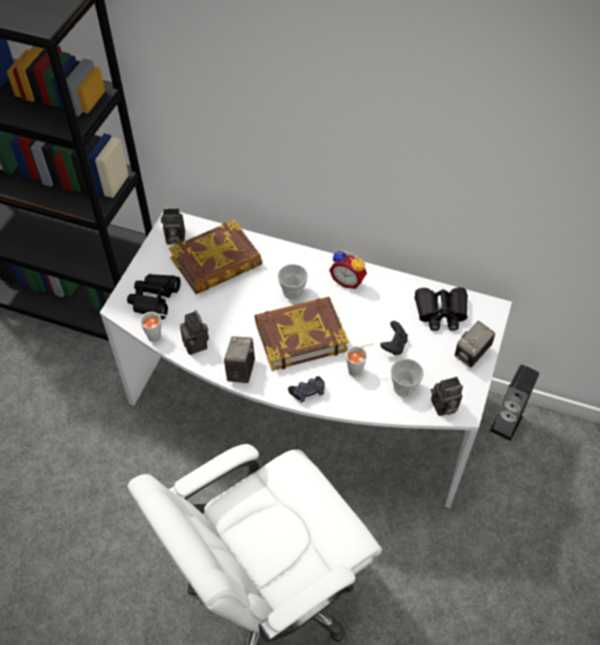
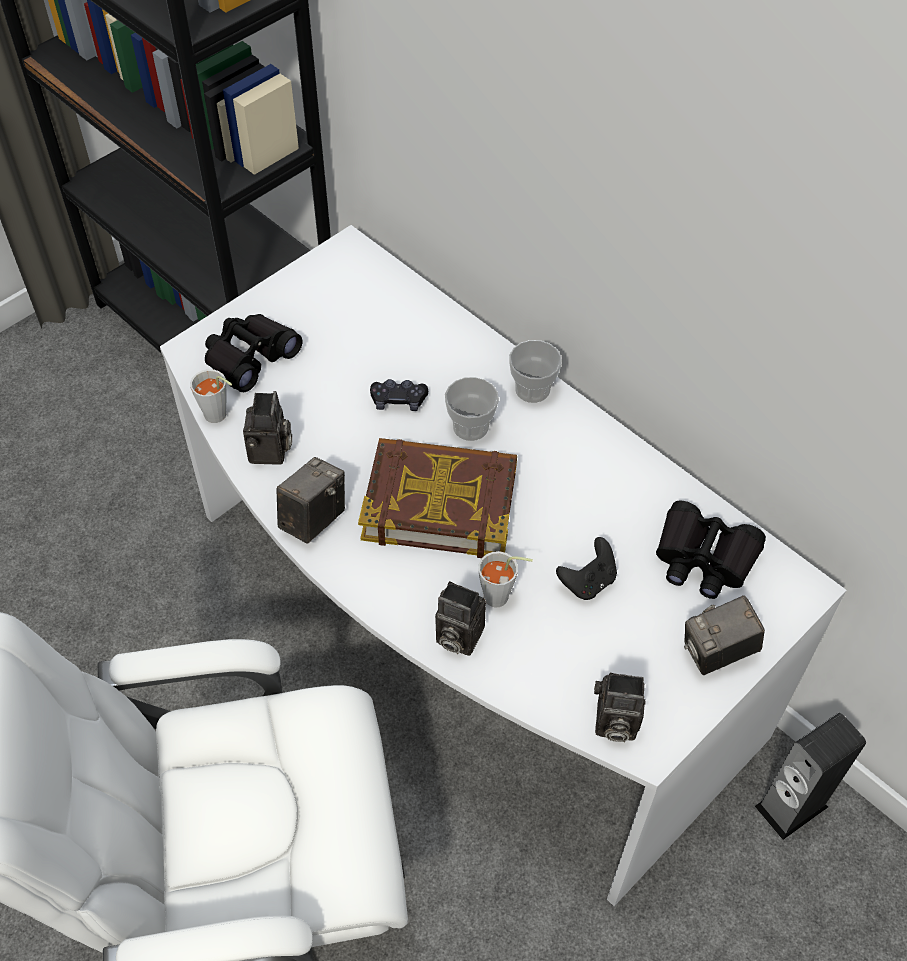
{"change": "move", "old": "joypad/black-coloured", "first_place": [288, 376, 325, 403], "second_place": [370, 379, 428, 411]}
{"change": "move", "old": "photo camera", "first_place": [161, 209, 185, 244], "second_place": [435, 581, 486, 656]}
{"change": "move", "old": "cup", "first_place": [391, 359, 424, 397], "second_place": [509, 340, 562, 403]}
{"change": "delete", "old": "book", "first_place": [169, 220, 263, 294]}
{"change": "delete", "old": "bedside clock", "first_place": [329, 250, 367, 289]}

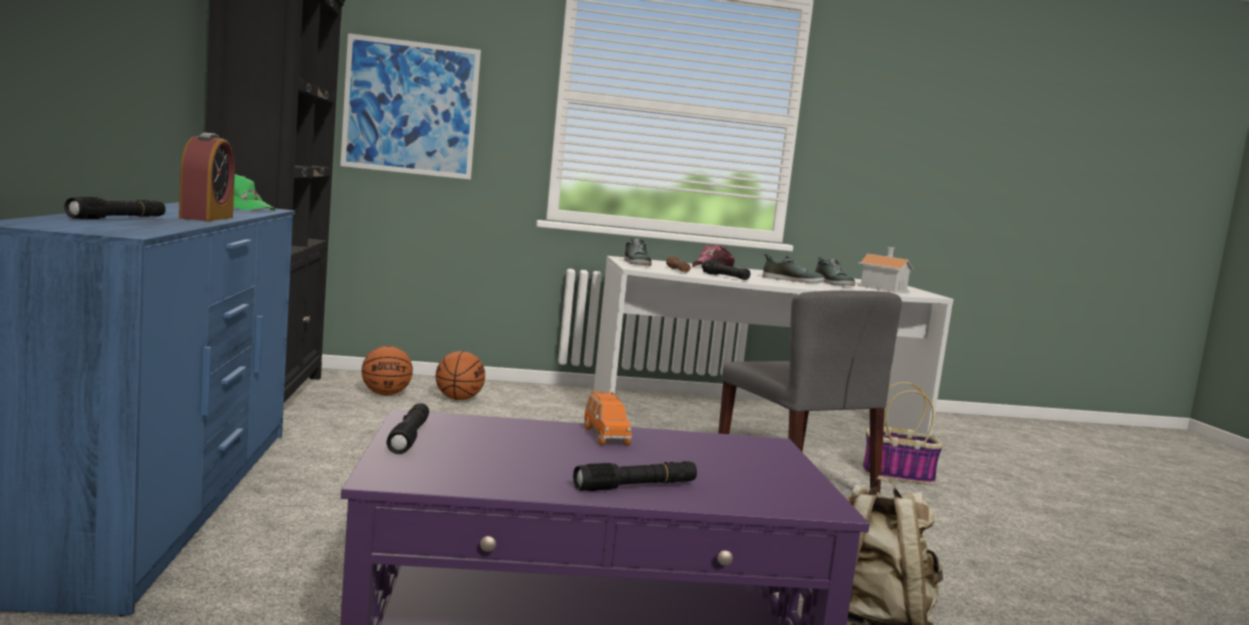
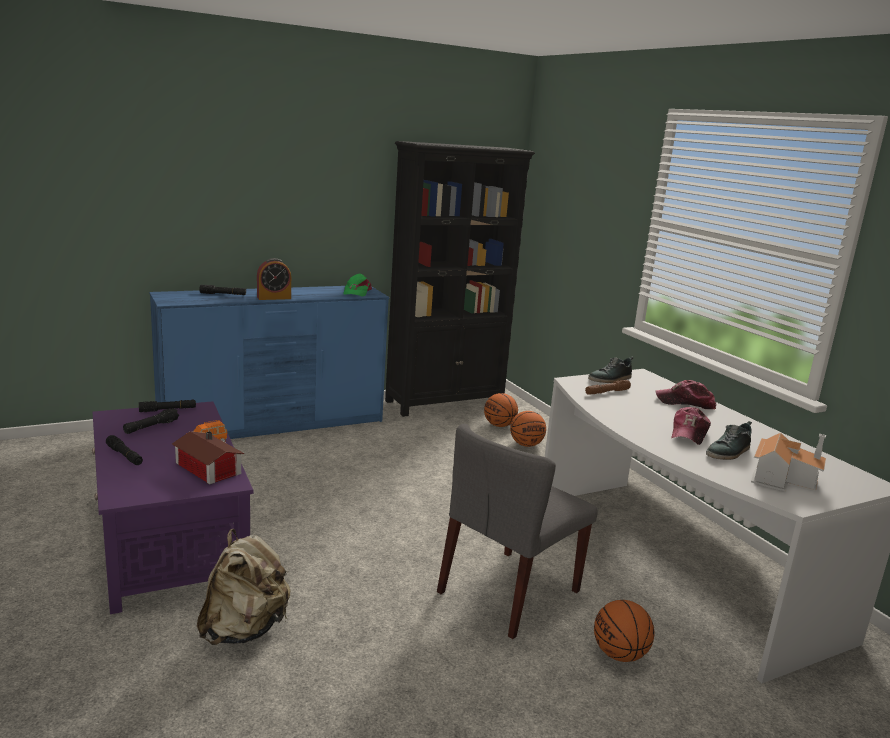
{"change": "move", "old": "hand torch/black-coloured", "first_place": [702, 260, 750, 280], "second_place": [123, 408, 179, 434]}
{"change": "insert", "new": "toy house", "second_place": [172, 431, 245, 484]}
{"change": "replace", "old": "household basket", "new": "basketball", "first_place": [863, 382, 943, 485], "second_place": [594, 600, 654, 662]}
{"change": "replace", "old": "low shoe", "new": "cap", "first_place": [763, 253, 825, 283], "second_place": [671, 407, 711, 445]}
{"change": "delete", "old": "picture", "first_place": [340, 33, 481, 180]}

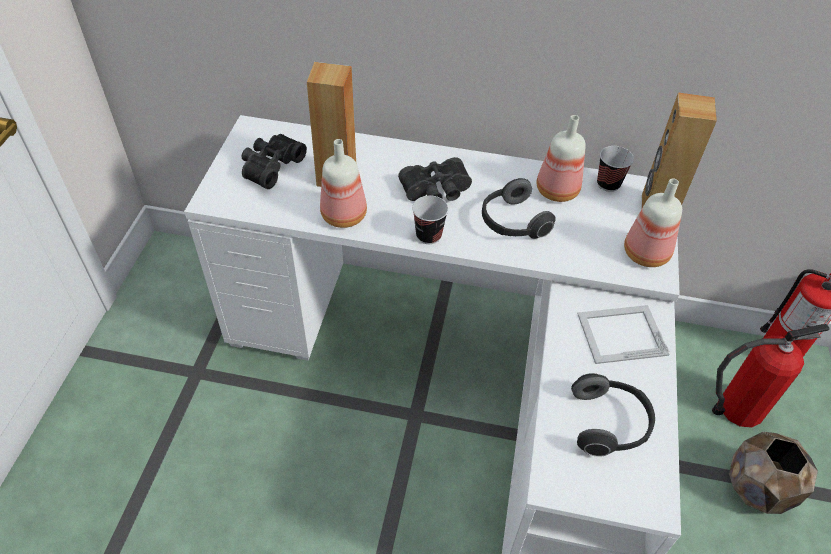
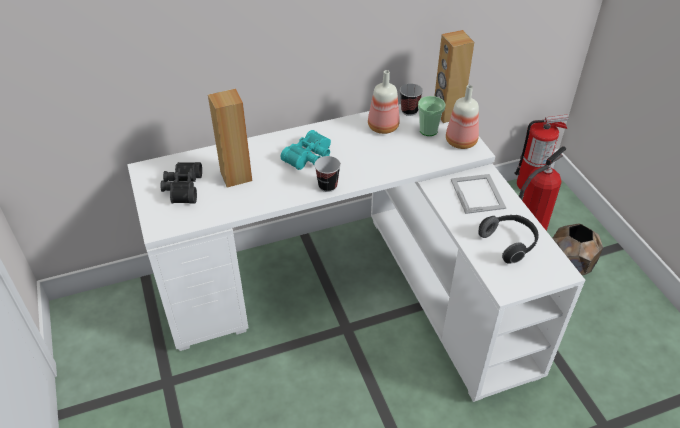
{"change": "recolor", "old": "binoculars/black-coloured", "new": "binoculars/turquoise", "first_place": [398, 157, 472, 201], "second_place": [281, 130, 331, 170]}
{"change": "insert", "new": "cup", "second_place": [418, 96, 445, 136]}
{"change": "rotate", "old": "photo frame", "first_place": [577, 305, 670, 364], "second_place": [451, 174, 506, 214], "degrees": 120}
{"change": "delete", "old": "beverage bottle", "first_place": [320, 139, 367, 228]}
{"change": "delete", "old": "headset", "first_place": [482, 178, 556, 239]}

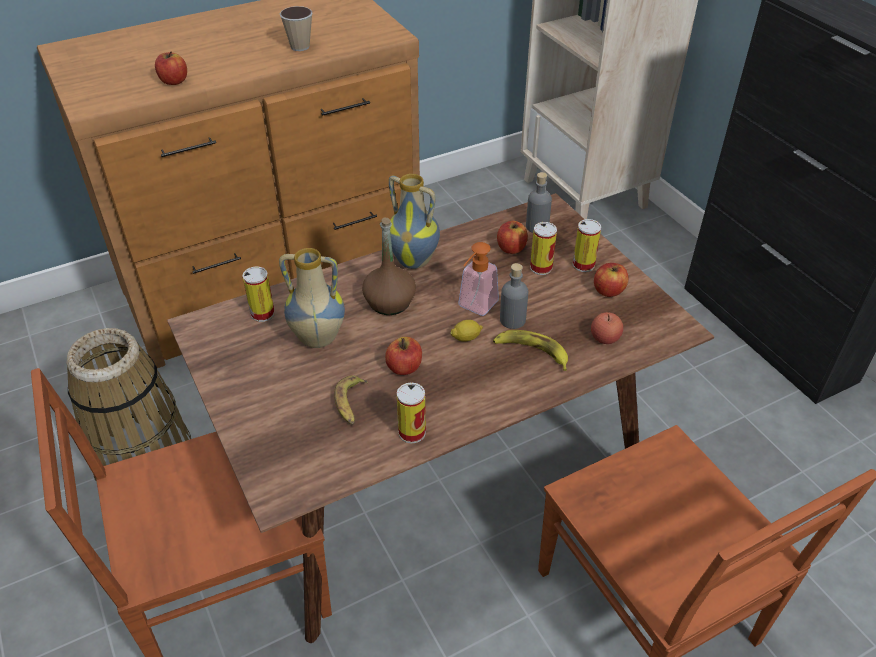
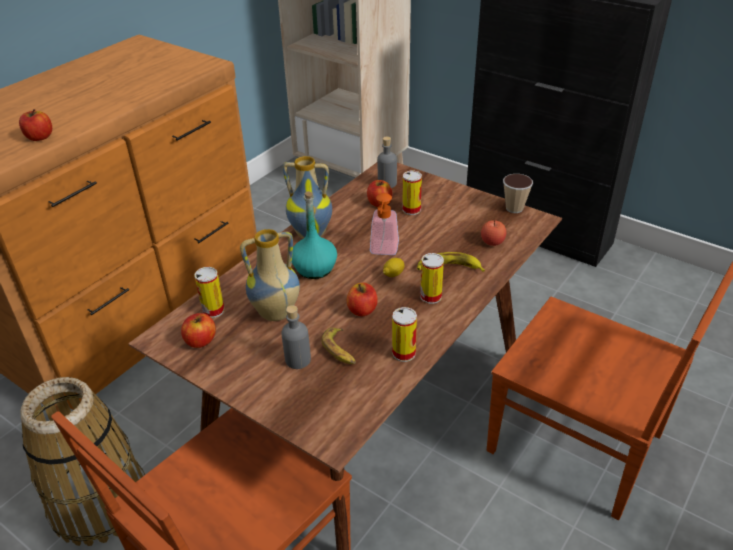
{"change": "move", "old": "apple fruit", "first_place": [594, 263, 628, 297], "second_place": [181, 313, 216, 348]}
{"change": "move", "old": "beverage bottle/greyish", "first_place": [500, 263, 528, 329], "second_place": [281, 305, 311, 369]}
{"change": "recolor", "old": "beverage bottle/brown-coloured", "new": "beverage bottle/turquoise", "first_place": [362, 217, 416, 315], "second_place": [292, 191, 337, 279]}
{"change": "move", "old": "metal can", "first_place": [573, 219, 601, 272], "second_place": [420, 253, 444, 304]}
{"change": "move", "old": "cup", "first_place": [280, 6, 312, 51], "second_place": [503, 174, 533, 213]}

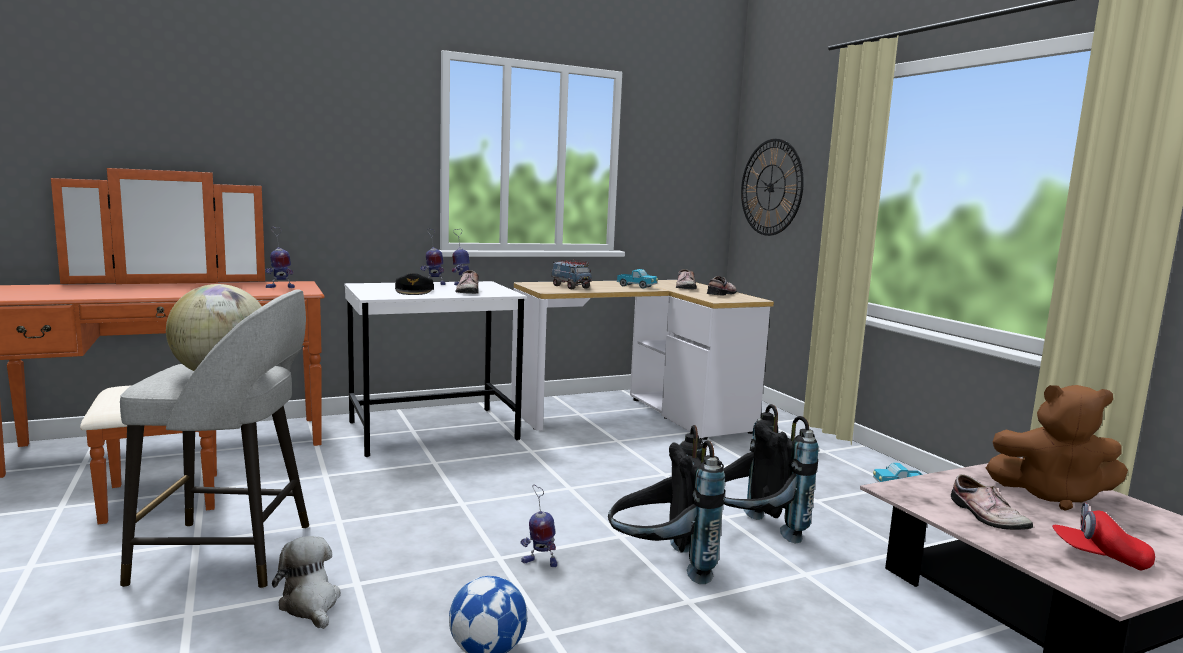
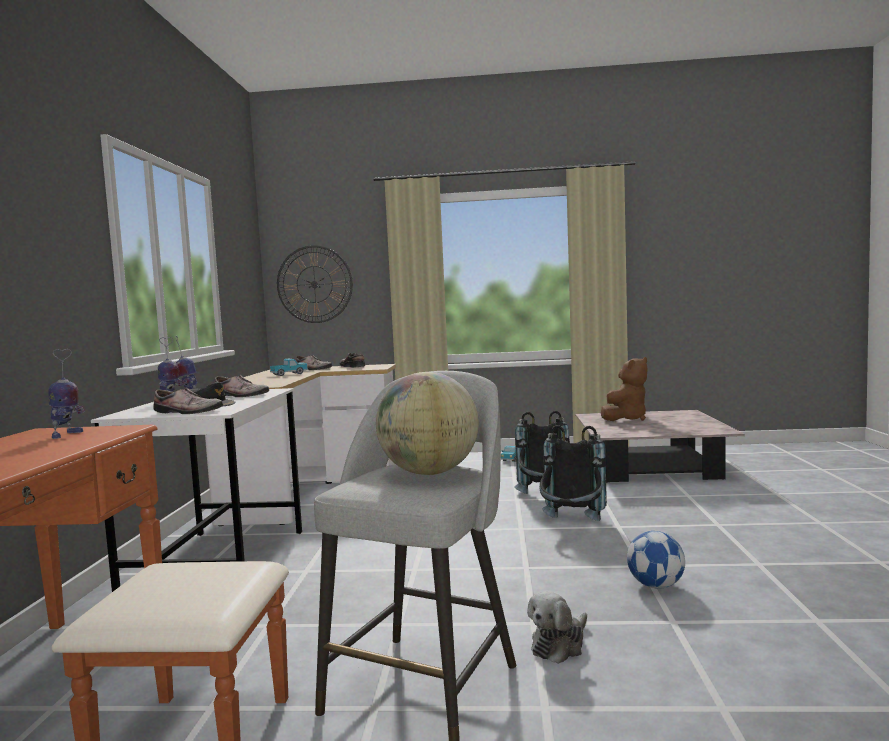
{"change": "move", "old": "low shoe", "first_place": [951, 474, 1033, 530], "second_place": [153, 388, 223, 414]}
{"change": "rotate", "old": "soft toy", "first_place": [272, 536, 341, 629], "second_place": [527, 592, 587, 664], "degrees": -45}
{"change": "delete", "old": "toy robot", "first_place": [520, 485, 557, 567]}
{"change": "delete", "old": "toy truck", "first_place": [551, 260, 592, 289]}
{"change": "delete", "old": "cap/red-coloured", "first_place": [1052, 503, 1155, 571]}

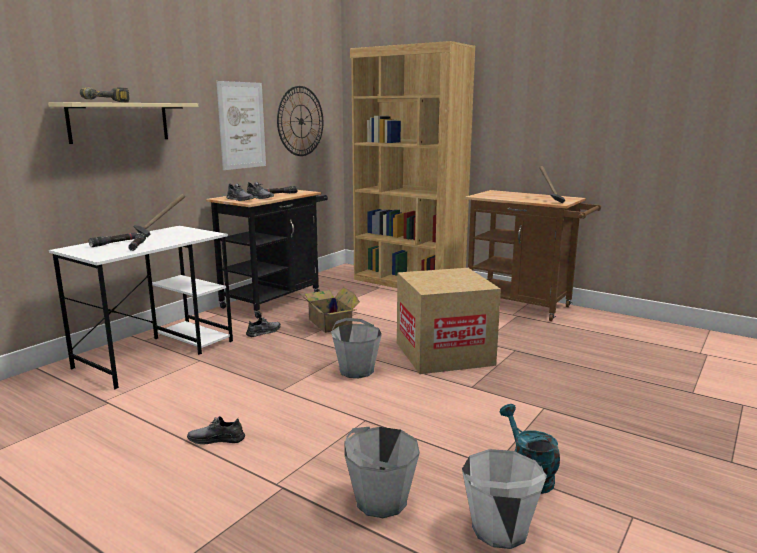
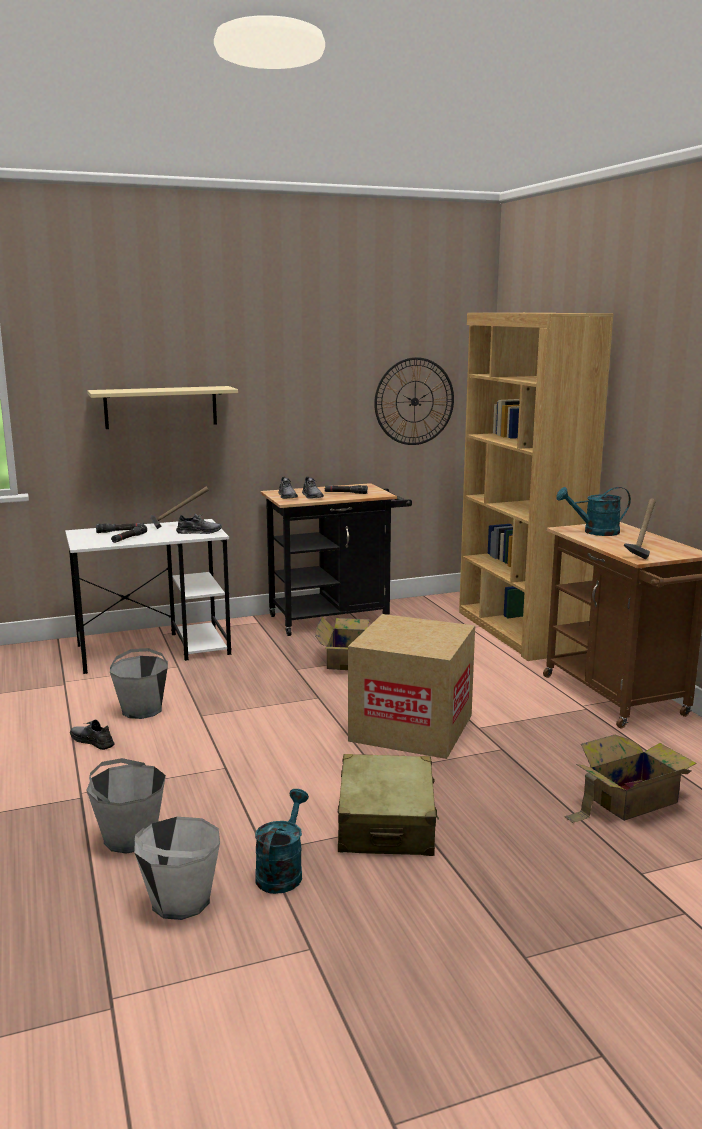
{"change": "move", "old": "bucket/greyish", "first_place": [331, 318, 382, 378], "second_place": [110, 648, 168, 719]}
{"change": "move", "old": "low shoe/greyish", "first_place": [246, 317, 281, 337], "second_place": [176, 513, 222, 534]}
{"change": "insert", "new": "travel case/sand-coloured", "second_place": [338, 754, 439, 856]}
{"change": "insert", "new": "sprinkling can/turquoise", "second_place": [556, 487, 631, 536]}
{"change": "insert", "new": "carton", "second_place": [564, 735, 697, 823]}
{"change": "delete", "old": "drill", "first_place": [80, 87, 129, 102]}
{"change": "delete", "old": "picture", "first_place": [216, 81, 266, 170]}

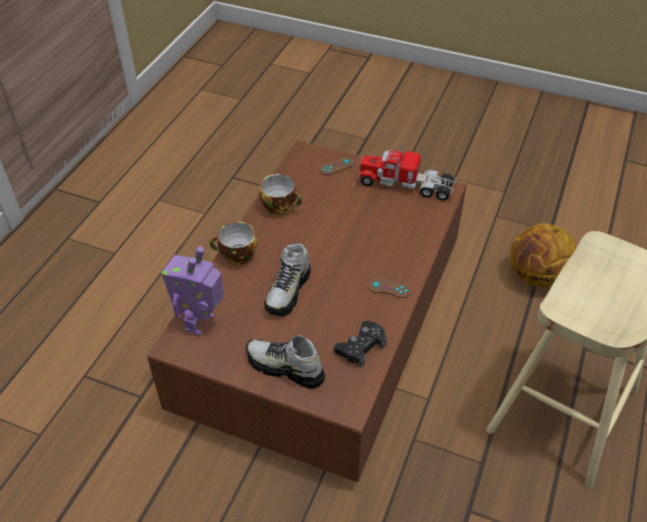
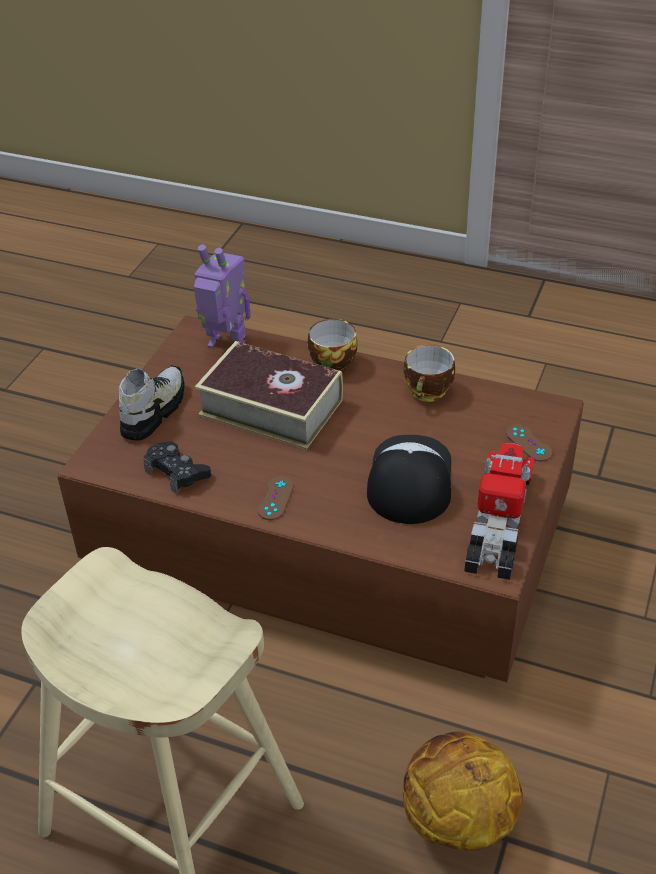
{"change": "replace", "old": "low shoe", "new": "book", "first_place": [264, 243, 311, 316], "second_place": [195, 341, 343, 450]}
{"change": "insert", "new": "cap", "second_place": [367, 435, 451, 524]}

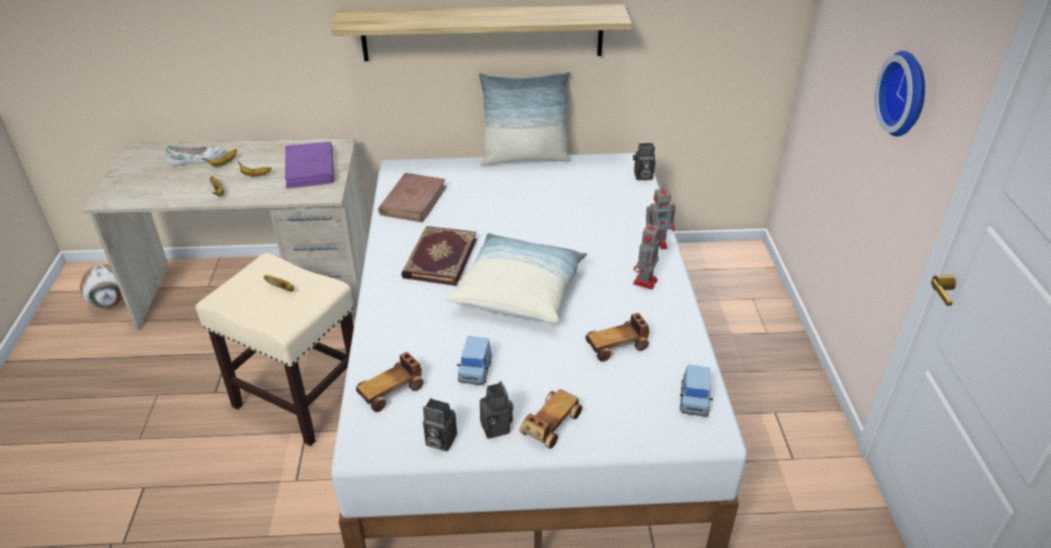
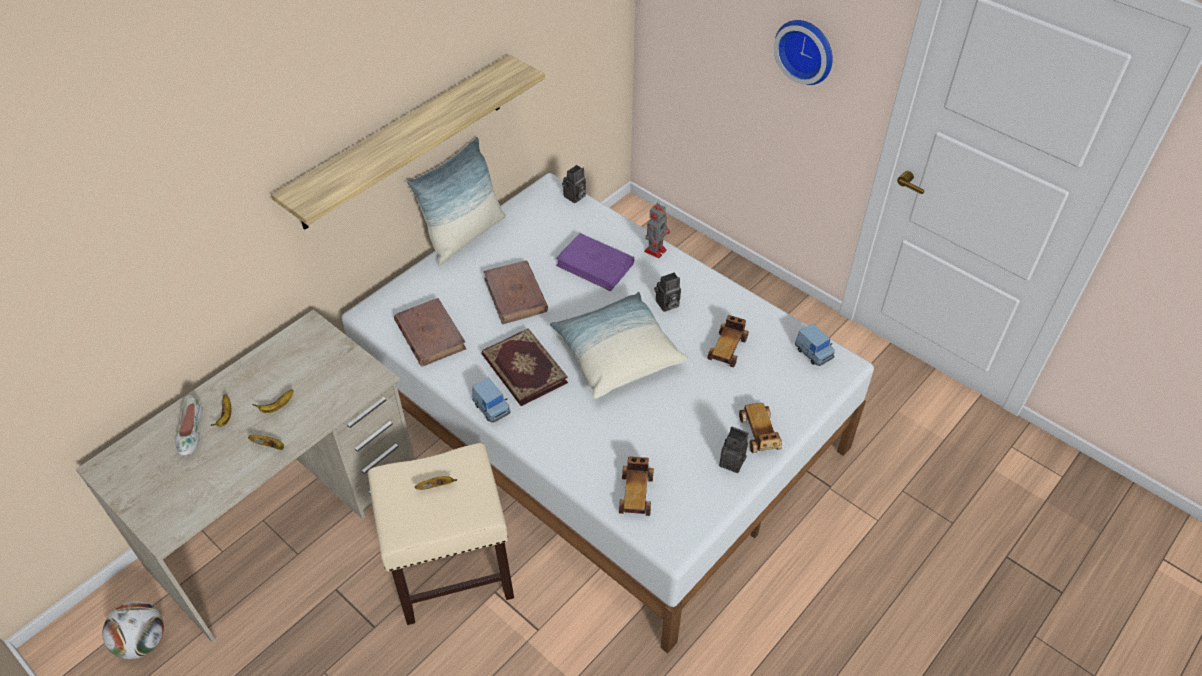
{"change": "rotate", "old": "low shoe/white-coloured", "first_place": [166, 145, 223, 166], "second_place": [175, 395, 203, 456], "degrees": 150}
{"change": "move", "old": "miniature car/blue", "first_place": [457, 336, 492, 385], "second_place": [472, 378, 511, 423]}
{"change": "insert", "new": "book/brown-coloured", "second_place": [483, 261, 548, 324]}
{"change": "move", "old": "book/purple", "first_place": [285, 142, 334, 189], "second_place": [556, 233, 634, 291]}
{"change": "move", "old": "photo camera", "first_place": [423, 398, 457, 451], "second_place": [654, 272, 681, 312]}
{"change": "delete", "old": "toy robot", "first_place": [633, 223, 660, 290]}

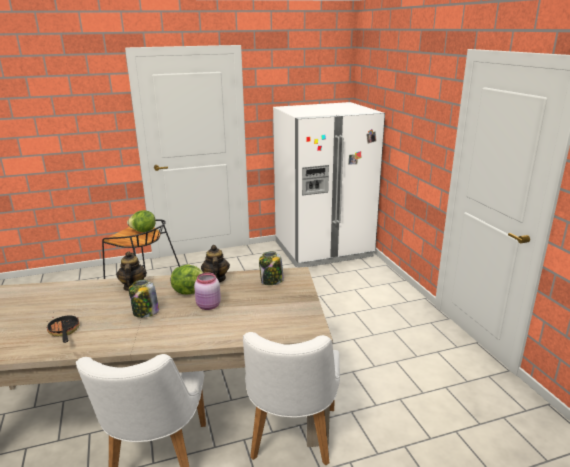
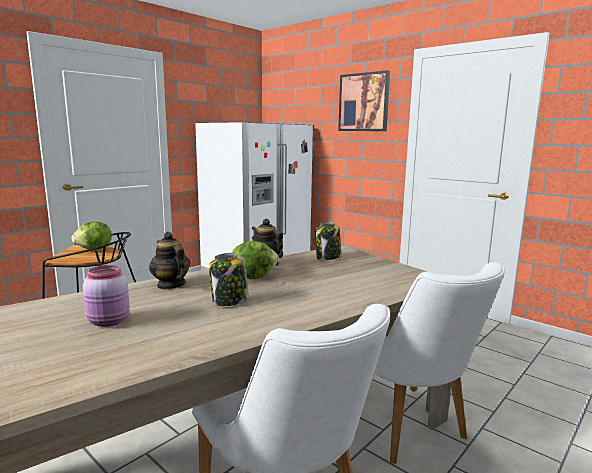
{"change": "move", "old": "jar/pink", "first_place": [194, 272, 221, 310], "second_place": [83, 265, 130, 327]}
{"change": "insert", "new": "picture", "second_place": [338, 70, 390, 131]}
{"change": "delete", "old": "frying pan", "first_place": [46, 316, 80, 343]}

